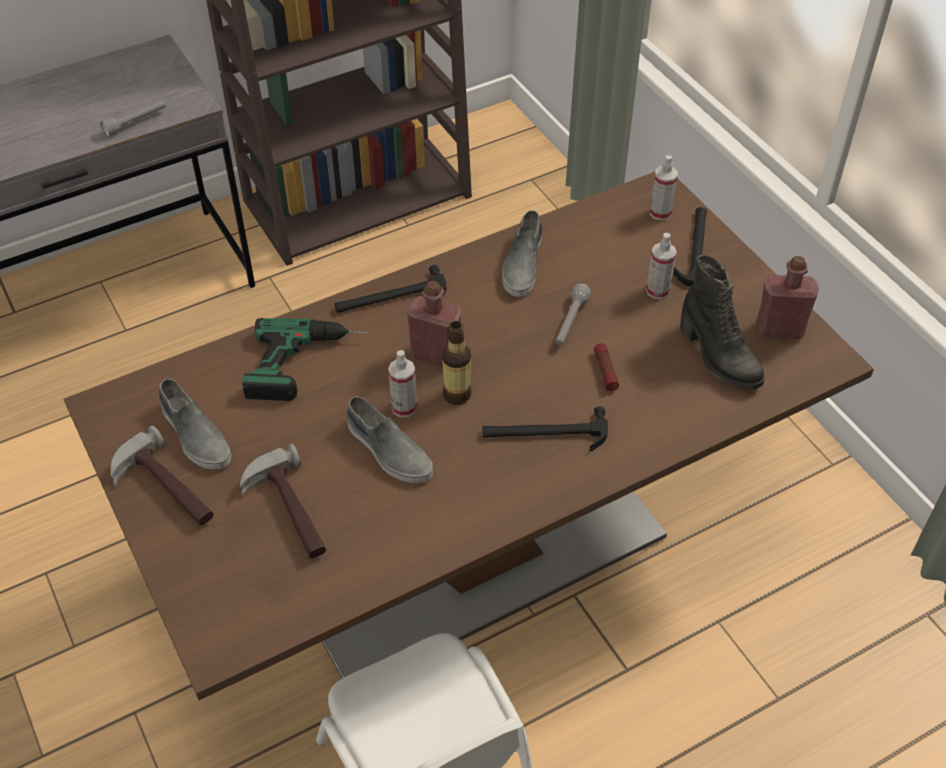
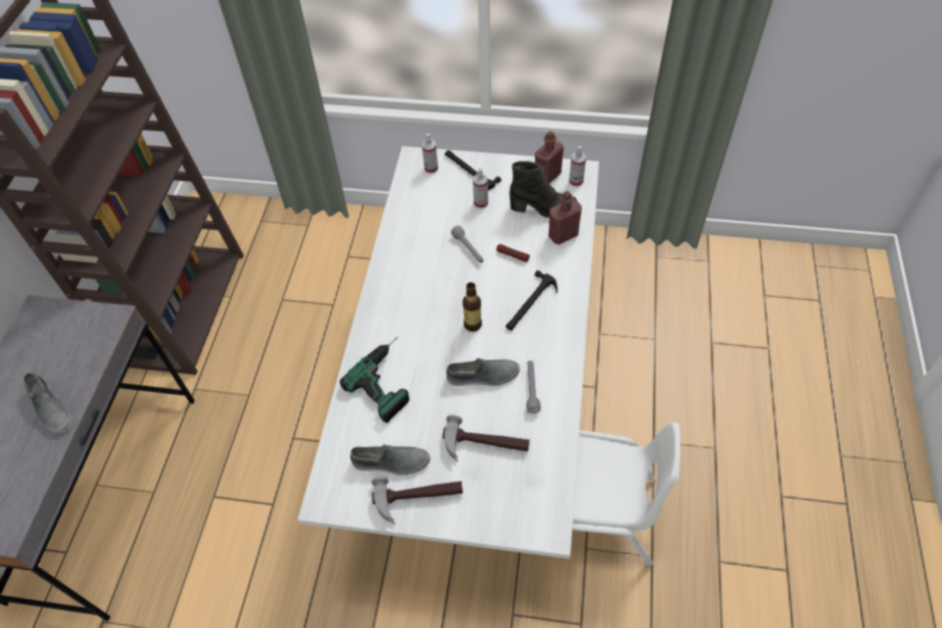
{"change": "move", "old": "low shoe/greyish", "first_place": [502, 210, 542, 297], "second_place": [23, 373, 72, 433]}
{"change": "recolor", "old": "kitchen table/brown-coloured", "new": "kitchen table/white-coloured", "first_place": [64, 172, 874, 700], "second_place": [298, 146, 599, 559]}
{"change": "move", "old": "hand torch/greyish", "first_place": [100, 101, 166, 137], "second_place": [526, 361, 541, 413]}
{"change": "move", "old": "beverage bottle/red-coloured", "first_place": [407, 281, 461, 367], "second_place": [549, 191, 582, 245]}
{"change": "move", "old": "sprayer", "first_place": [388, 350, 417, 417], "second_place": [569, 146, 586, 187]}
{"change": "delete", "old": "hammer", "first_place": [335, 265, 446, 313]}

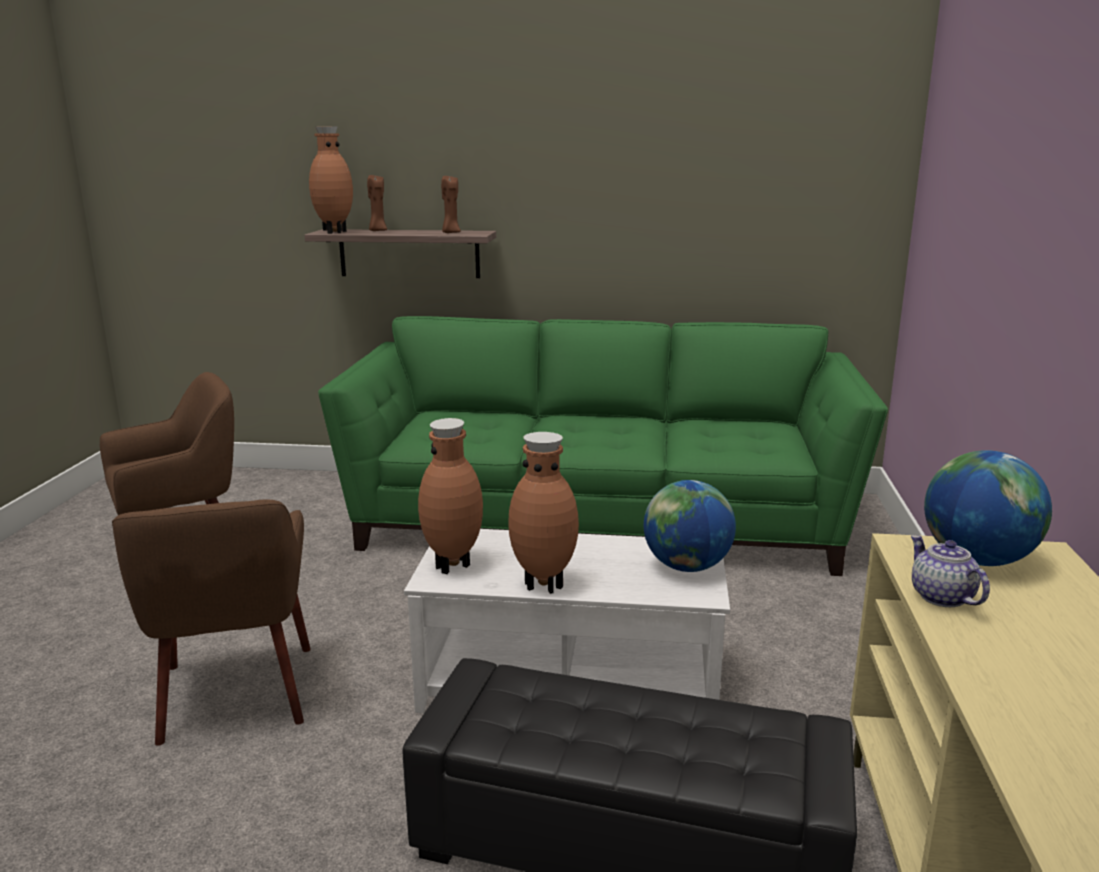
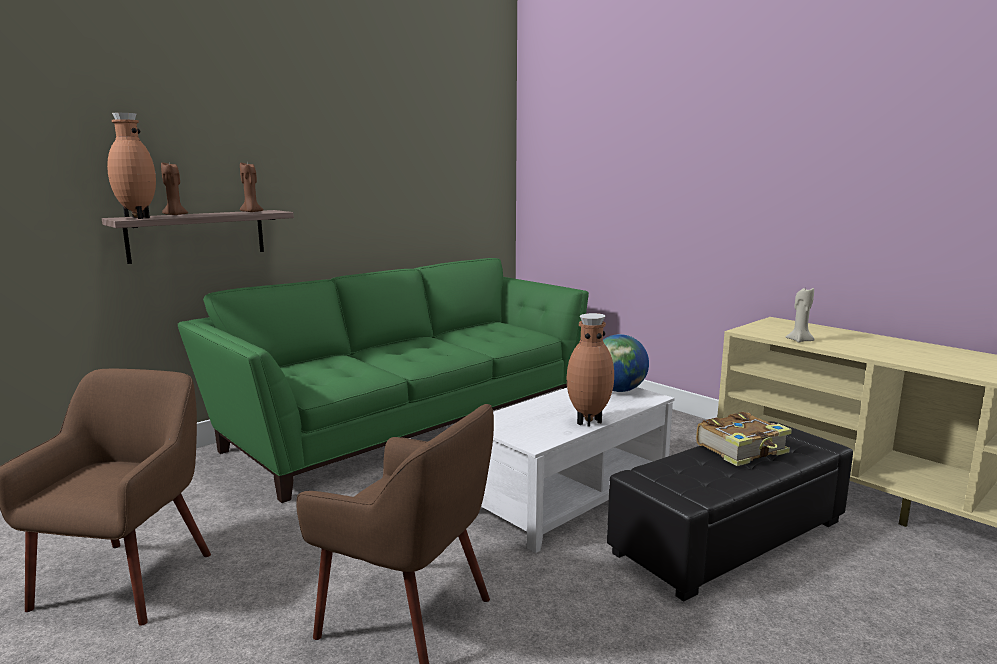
{"change": "insert", "new": "book", "second_place": [696, 412, 792, 466]}
{"change": "replace", "old": "pot for tea", "new": "wax light/sand-coloured", "first_place": [911, 535, 990, 607], "second_place": [786, 286, 815, 343]}
{"change": "delete", "old": "decorative vase/brown-coloured", "first_place": [418, 418, 483, 574]}
{"change": "delete", "old": "desk globe", "first_place": [924, 450, 1052, 566]}

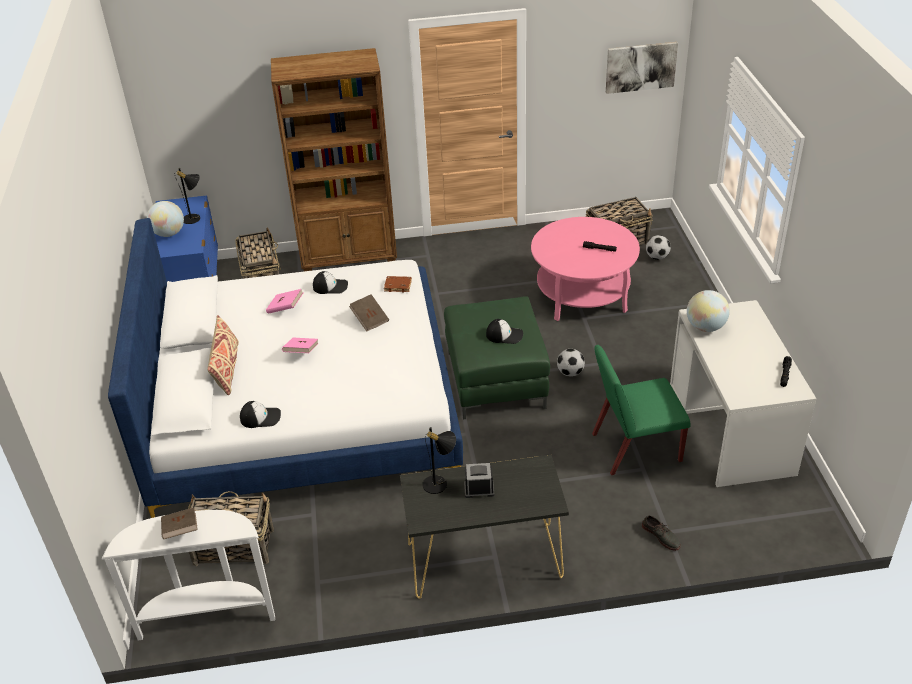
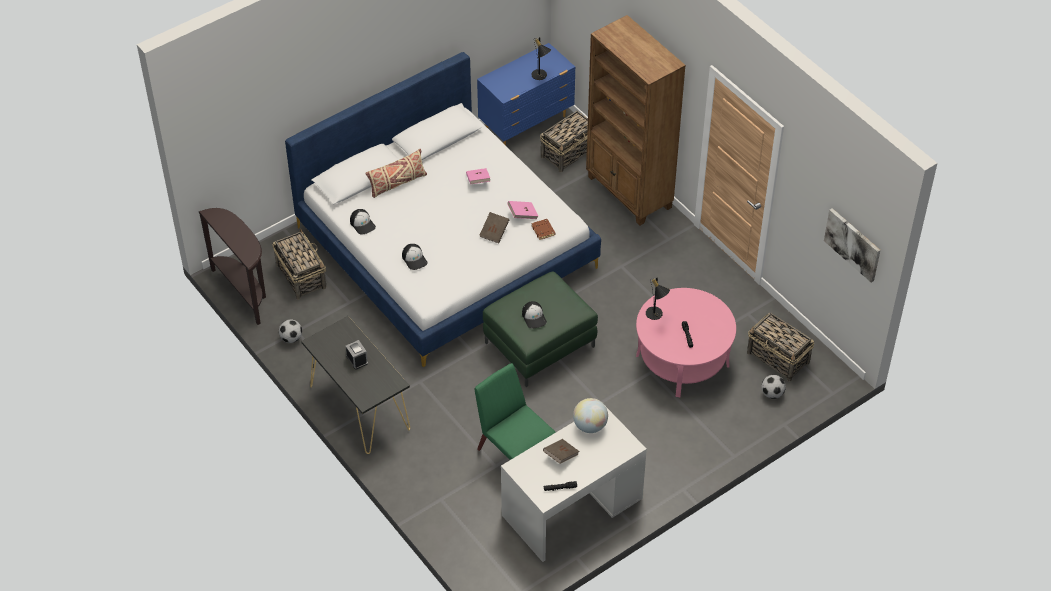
{"change": "recolor", "old": "narrow table/white-coloured", "new": "narrow table/brown-coloured", "first_place": [101, 510, 275, 640], "second_place": [199, 208, 266, 325]}
{"change": "move", "old": "ball for football", "first_place": [557, 349, 585, 377], "second_place": [279, 319, 302, 343]}
{"change": "move", "old": "cap", "first_place": [313, 271, 348, 294], "second_place": [402, 244, 428, 270]}
{"change": "move", "old": "book/pink", "first_place": [282, 338, 318, 353], "second_place": [507, 201, 538, 219]}
{"change": "move", "old": "book/brown-coloured", "first_place": [161, 508, 198, 539], "second_place": [543, 439, 579, 464]}
{"change": "move", "old": "tabletop lamp/black-coloured", "first_place": [422, 427, 456, 494], "second_place": [646, 277, 670, 320]}
{"change": "delete", "old": "desk globe", "first_place": [147, 201, 184, 237]}
{"change": "delete", "old": "low shoe/greyish", "first_place": [642, 515, 681, 551]}

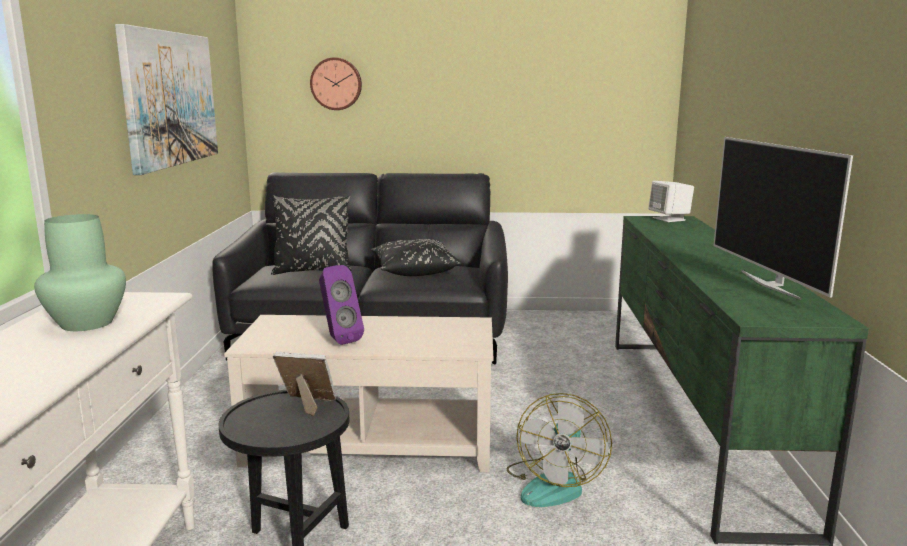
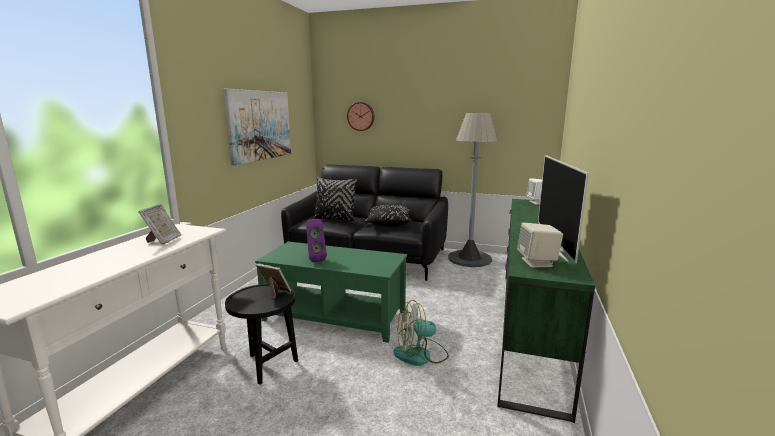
{"change": "replace", "old": "decorative vase/greenish", "new": "photo frame", "first_place": [34, 214, 126, 331], "second_place": [138, 204, 181, 245]}
{"change": "recolor", "old": "lounge table/sand-coloured", "new": "lounge table/greenish", "first_place": [224, 315, 493, 472], "second_place": [255, 242, 407, 343]}
{"change": "rotate", "old": "electric fan", "first_place": [507, 393, 612, 507], "second_place": [393, 300, 449, 366], "degrees": 45}
{"change": "insert", "new": "floor lamp/greyish", "second_place": [448, 113, 498, 267]}
{"change": "insert", "new": "loudspeaker/sand-coloured", "second_place": [517, 223, 563, 268]}

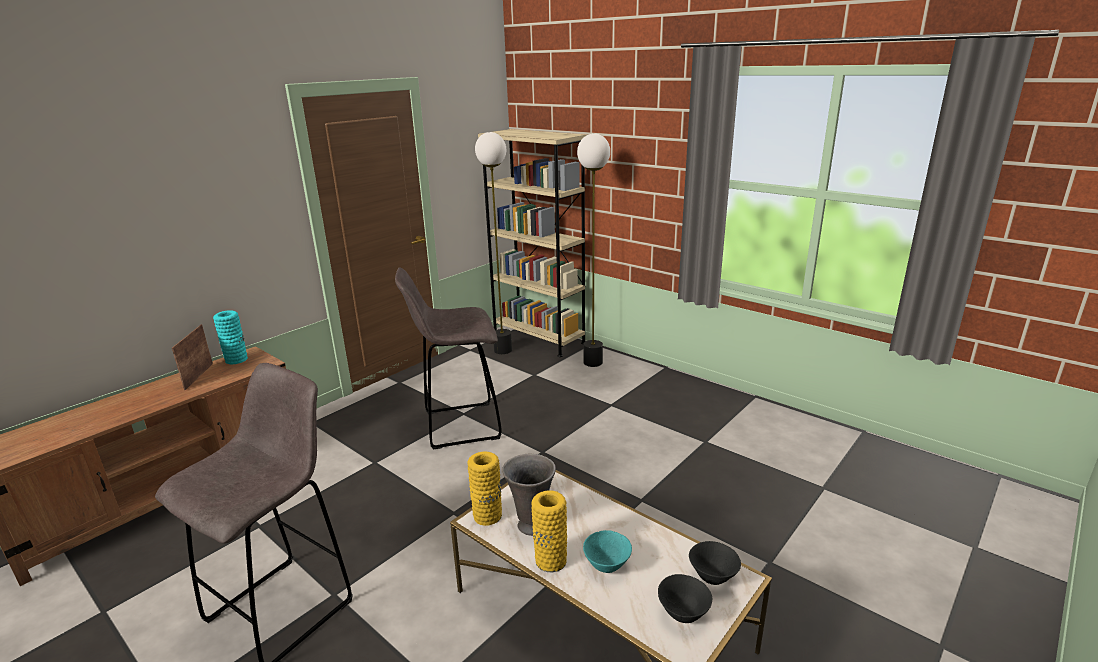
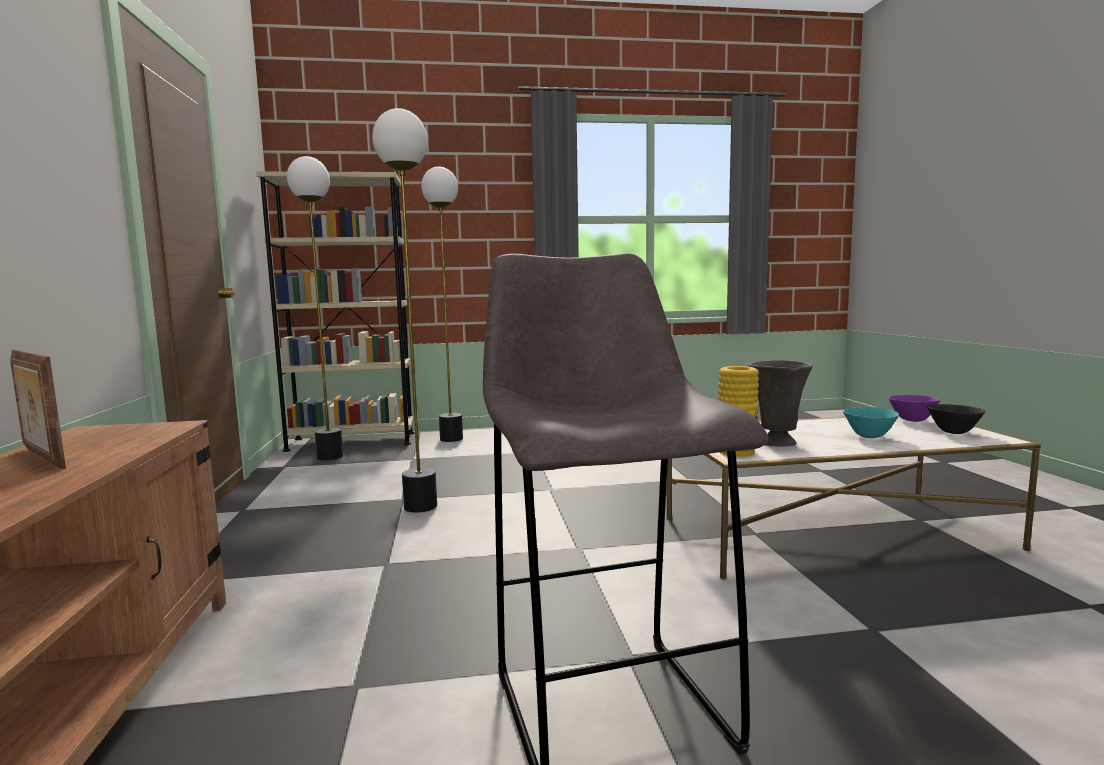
{"change": "replace", "old": "stool seat/greyish", "new": "floor lamp", "first_place": [395, 267, 502, 450], "second_place": [372, 108, 437, 513]}
{"change": "recolor", "old": "deep dish/black-coloured", "new": "deep dish/purple", "first_place": [689, 541, 741, 585], "second_place": [889, 395, 940, 422]}
{"change": "delete", "old": "decorative vase/turquoise", "first_place": [213, 310, 248, 364]}
{"change": "delete", "old": "decorative vase/yellow-coloured", "first_place": [531, 490, 567, 573]}

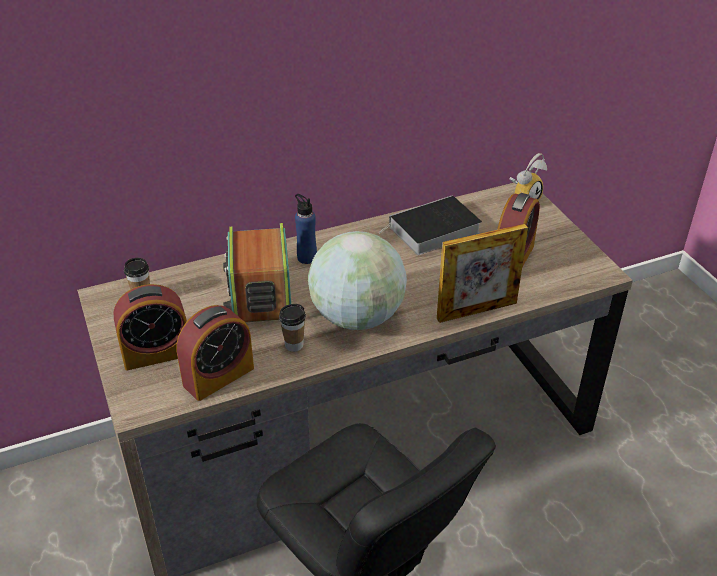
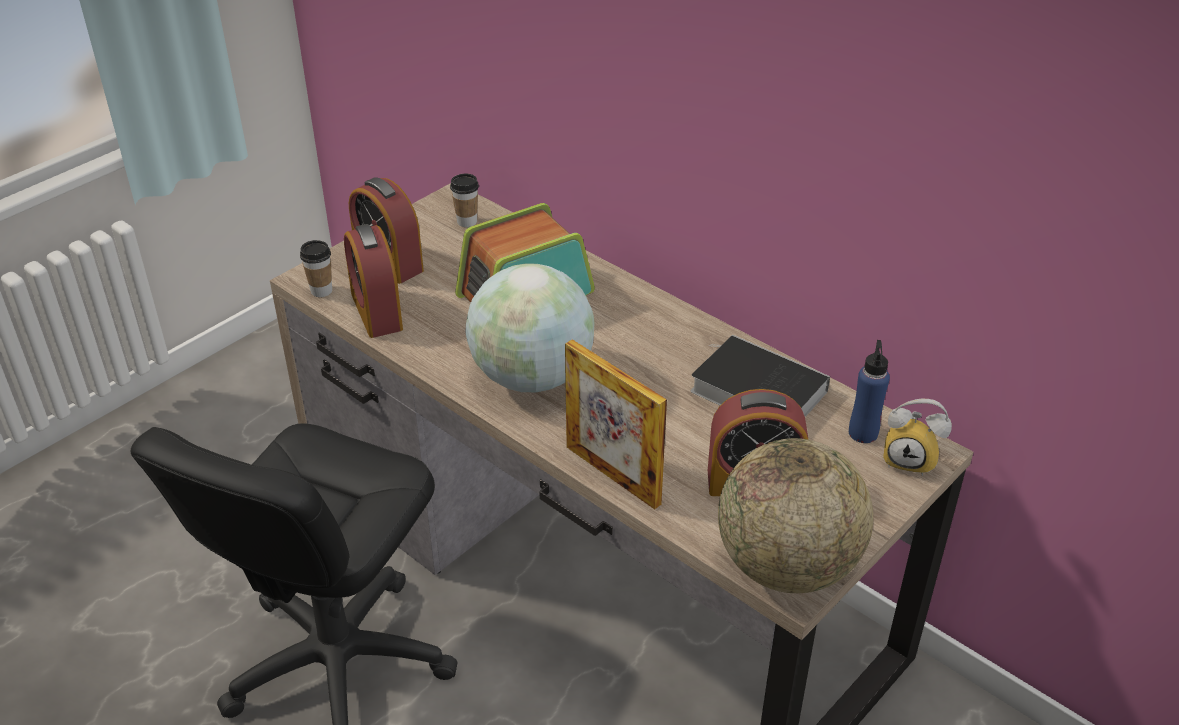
{"change": "move", "old": "cup", "first_place": [279, 304, 306, 352], "second_place": [300, 240, 332, 297]}
{"change": "rotate", "old": "bedside clock", "first_place": [176, 305, 254, 401], "second_place": [344, 224, 403, 338], "degrees": 45}
{"change": "insert", "new": "desk globe", "second_place": [718, 438, 873, 593]}
{"change": "move", "old": "beverage bottle/blue", "first_place": [295, 194, 317, 264], "second_place": [849, 340, 890, 443]}

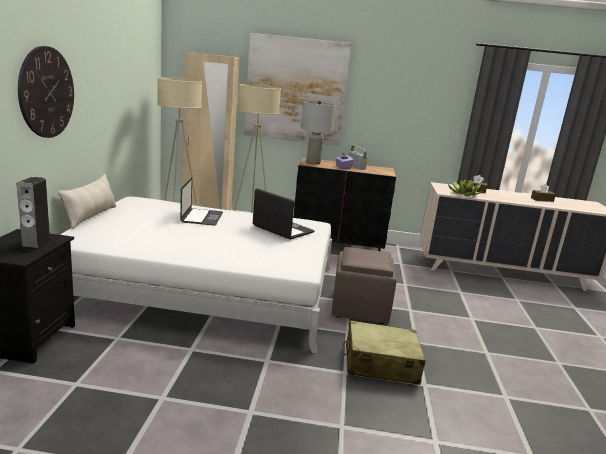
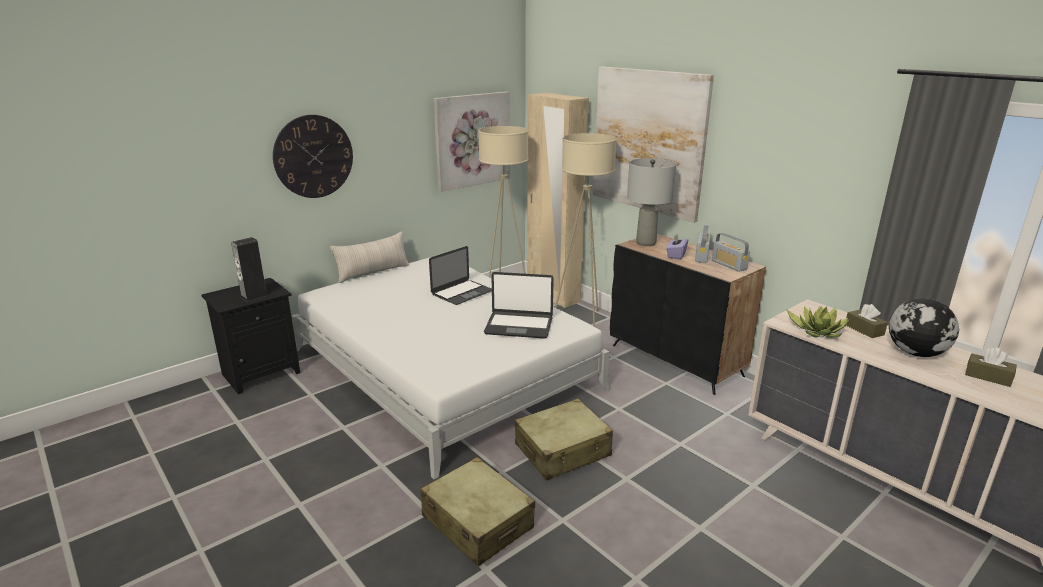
{"change": "insert", "new": "picture", "second_place": [434, 92, 510, 192]}
{"change": "rotate", "old": "laptop", "first_place": [253, 188, 314, 239], "second_place": [484, 272, 554, 339], "degrees": 105}
{"change": "replace", "old": "pouffe/brown-coloured", "new": "travel case/sand-coloured", "first_place": [332, 247, 397, 324], "second_place": [515, 399, 613, 481]}
{"change": "insert", "new": "radio set", "second_place": [712, 233, 750, 272]}
{"change": "insert", "new": "desk globe", "second_place": [889, 298, 959, 357]}

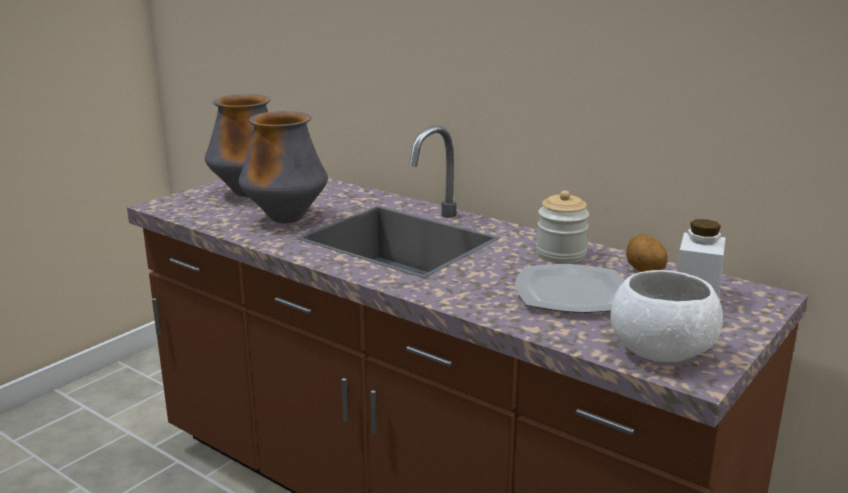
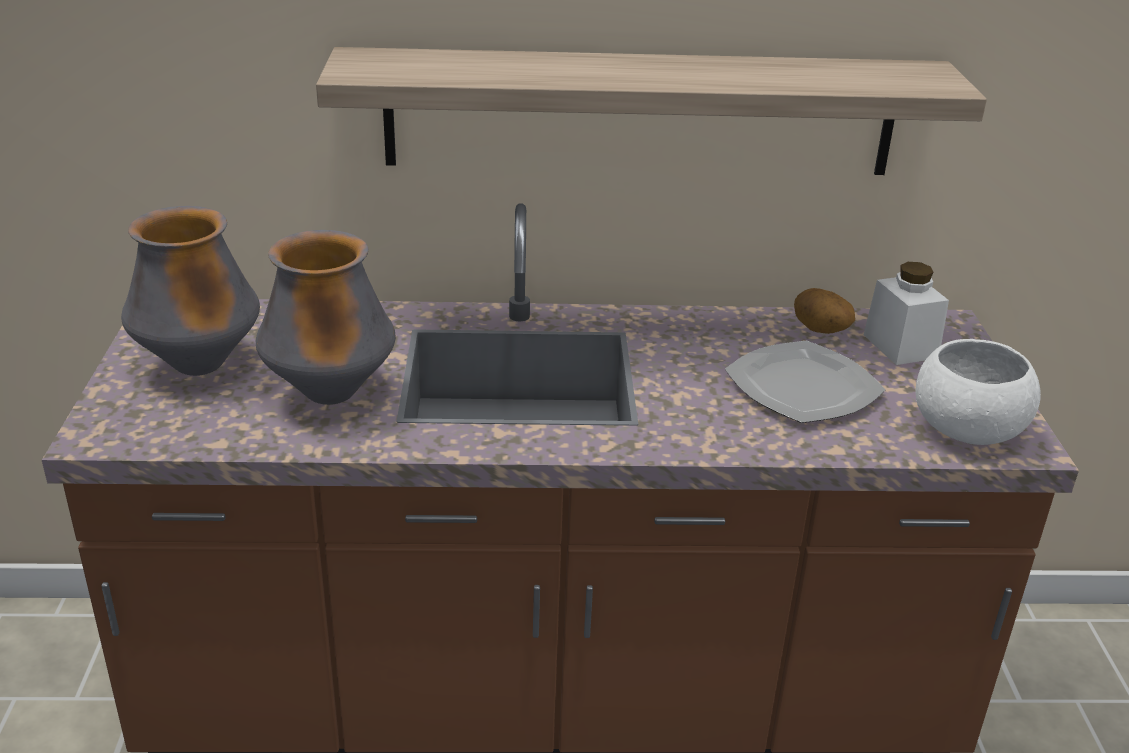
{"change": "insert", "new": "bracket shelf", "second_place": [316, 47, 987, 175]}
{"change": "delete", "old": "jar", "first_place": [536, 190, 590, 264]}

